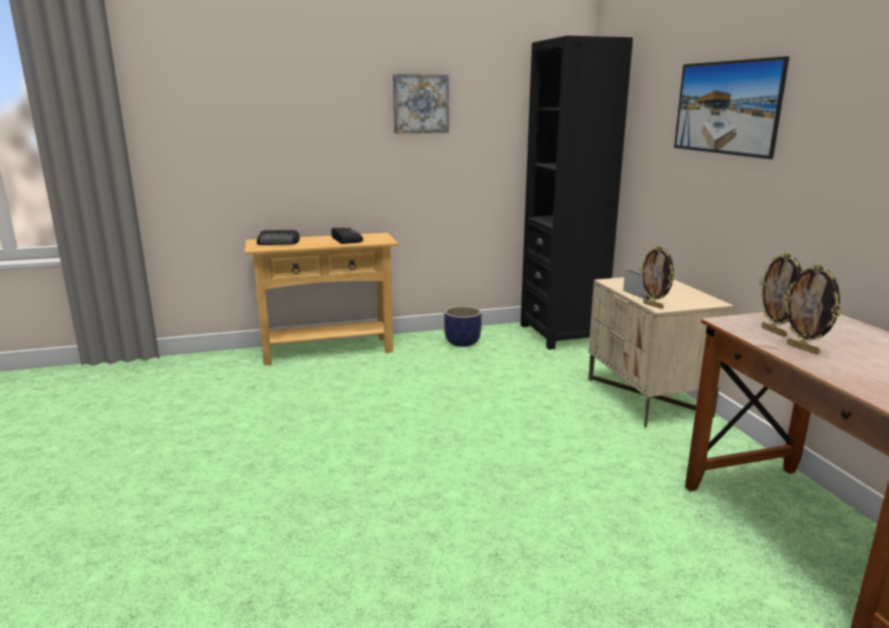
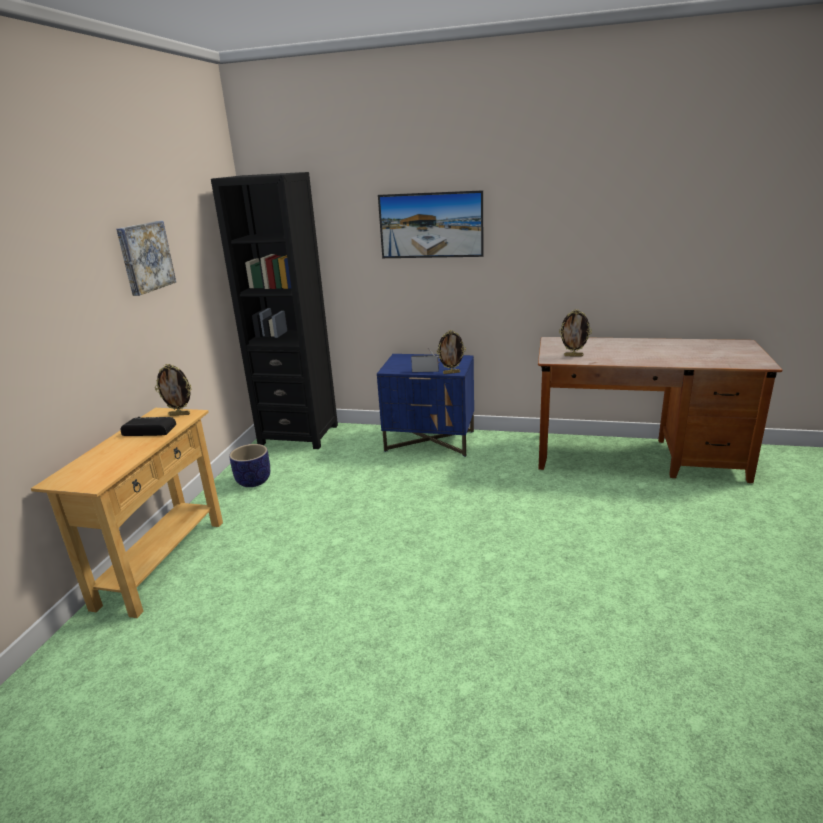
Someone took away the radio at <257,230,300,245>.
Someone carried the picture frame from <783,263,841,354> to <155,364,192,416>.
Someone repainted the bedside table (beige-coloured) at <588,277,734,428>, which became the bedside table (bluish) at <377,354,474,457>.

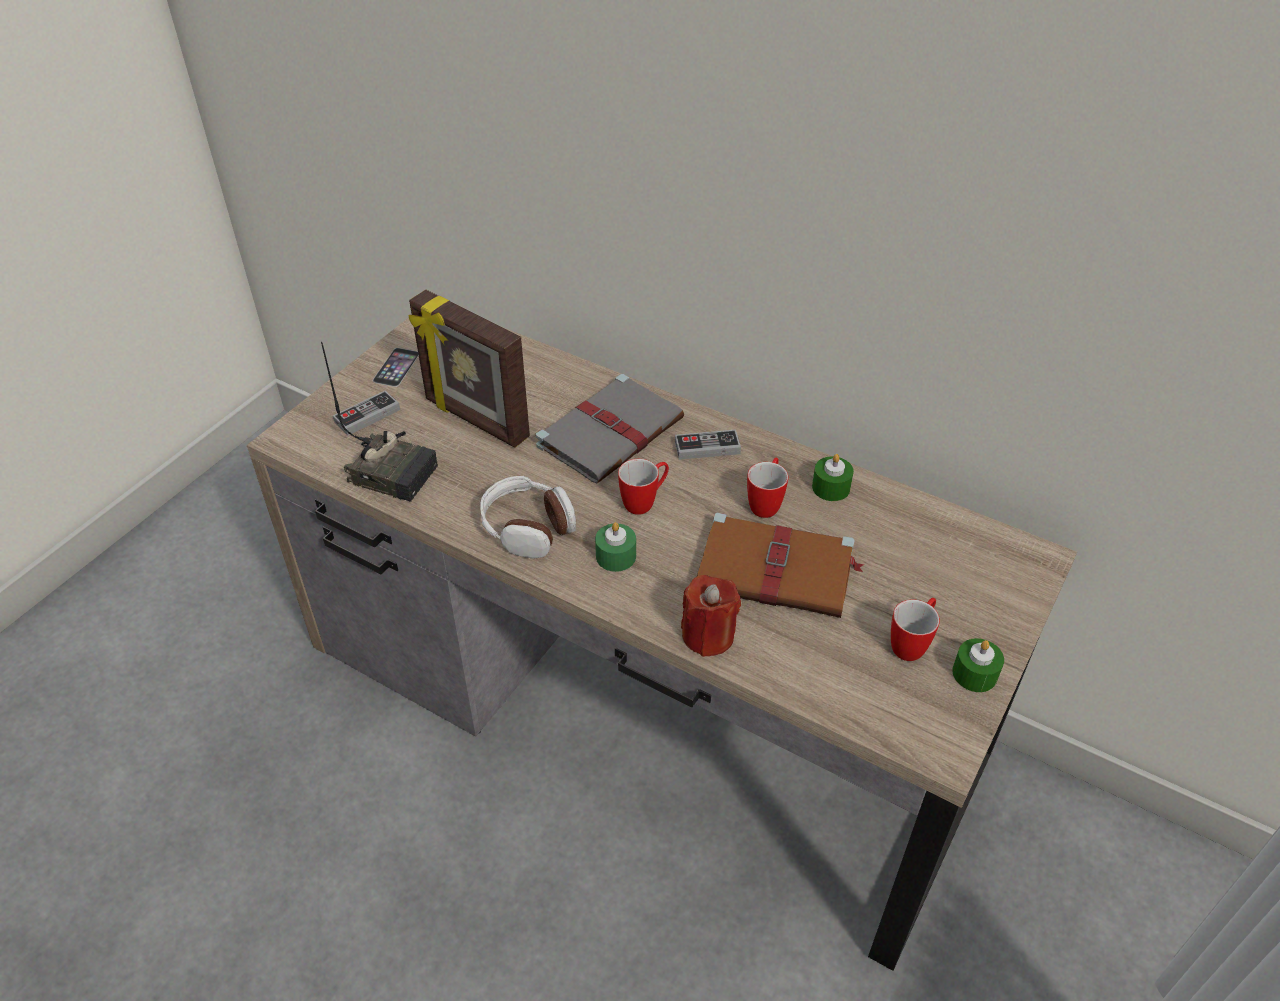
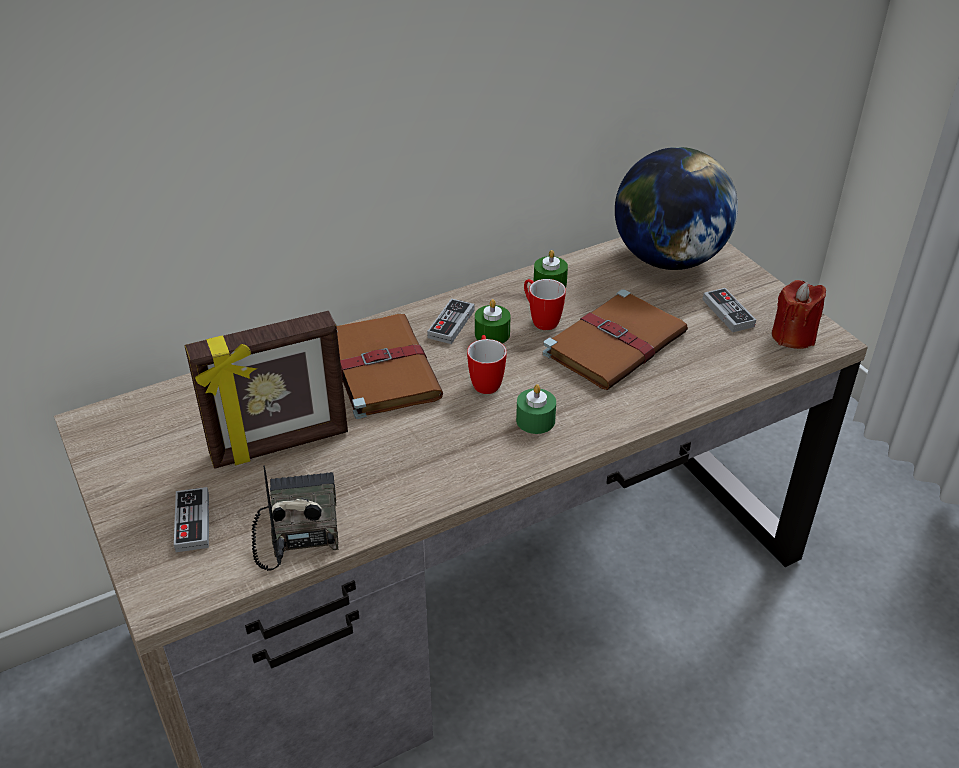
Someone took away the phone at <373,348,419,387>.
Someone took away the headphones at <480,476,576,559>.
Someone put down the desk globe at <615,147,738,270>.
Someone carried the wax light (reddish) from <681,575,741,657> to <772,280,826,349>.
Someone carried the wax light (green) from <952,638,1004,692> to <475,299,511,343>.
Someone swapped the mug at <891,598,940,661> for the game controller at <702,288,756,332>.
Someone repainted the volume (gray) at <536,374,684,483>, which became the volume (brown) at <337,314,443,419>.
Someone rotated the radio at <321,342,438,502> by 60 degrees counterclockwise.

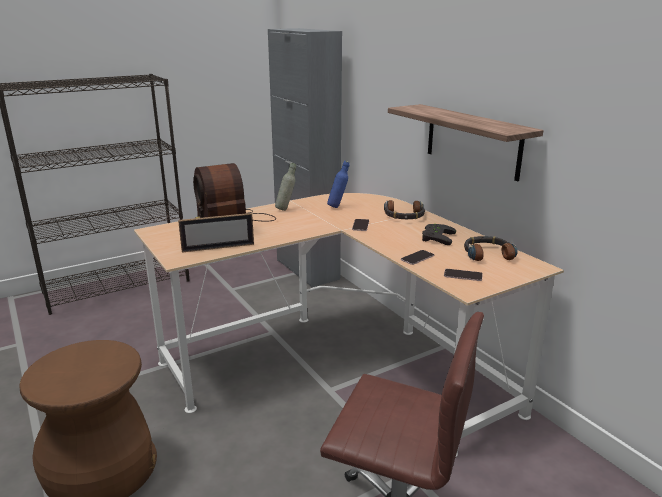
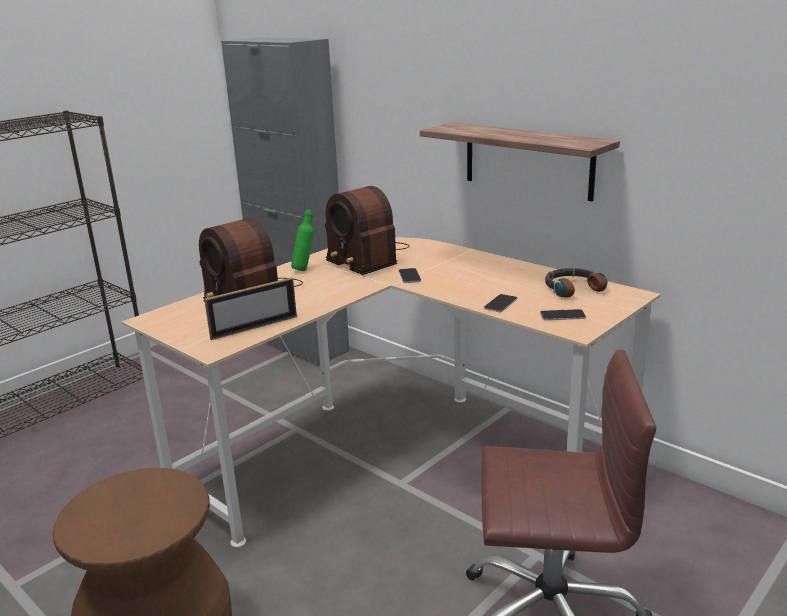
Someone took away the headphones at <384,200,425,219>.
Someone took away the game controller (black) at <422,224,456,245>.
Someone swapped the bottle (bluish) at <327,161,350,208> for the radio at <325,186,410,275>.
Someone repainted the bottle (gray) at <275,163,296,211>, which became the bottle (green) at <291,209,314,271>.

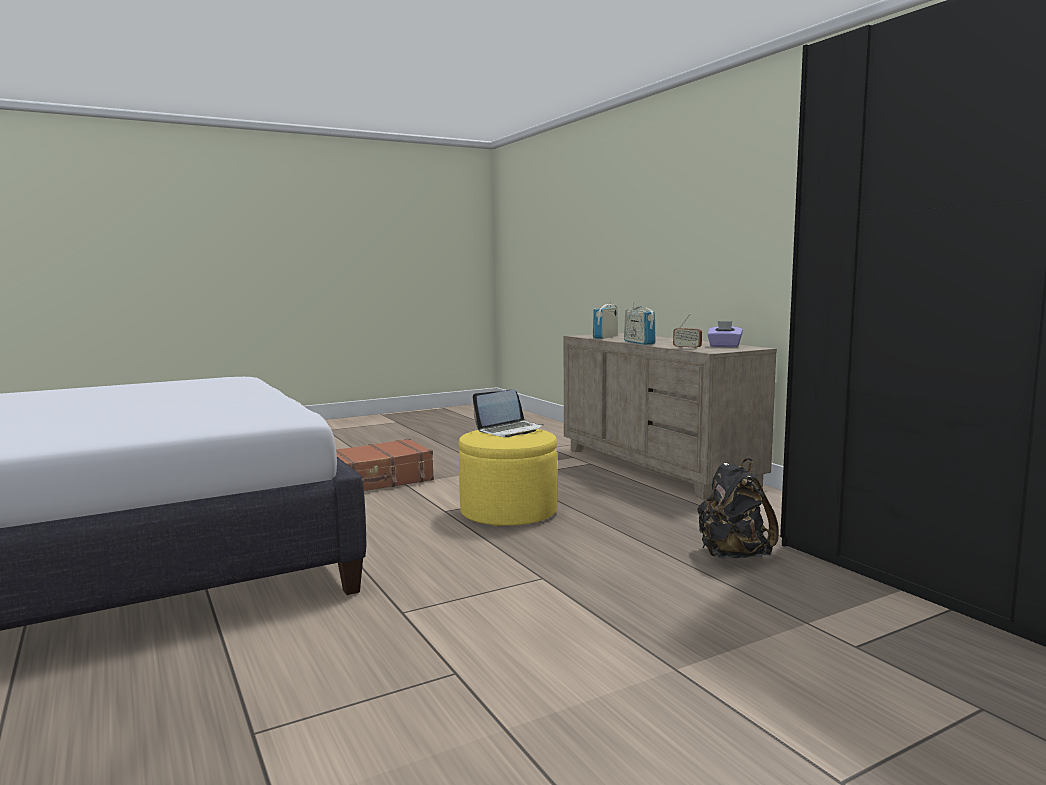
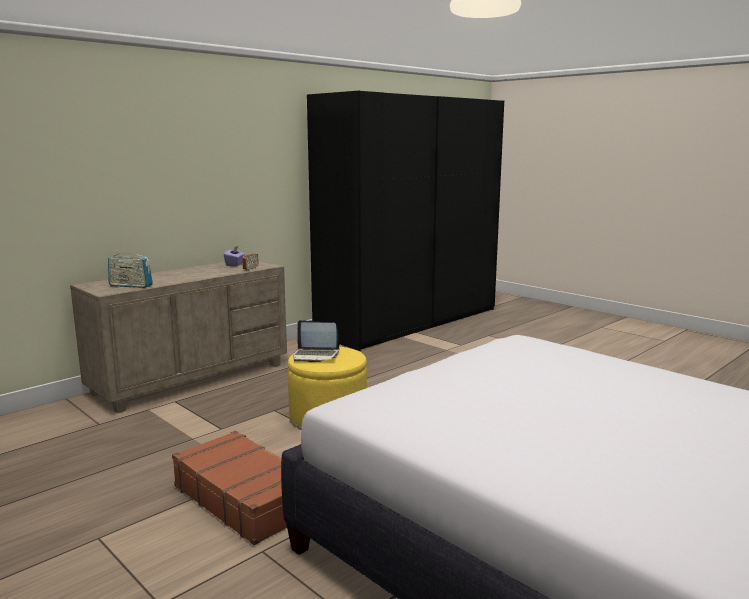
Someone took away the radio at <624,302,656,345>.
Someone took away the rucksack (black) at <698,458,779,559>.
Someone rotated the portable computer at <473,390,544,437> by 150 degrees clockwise.

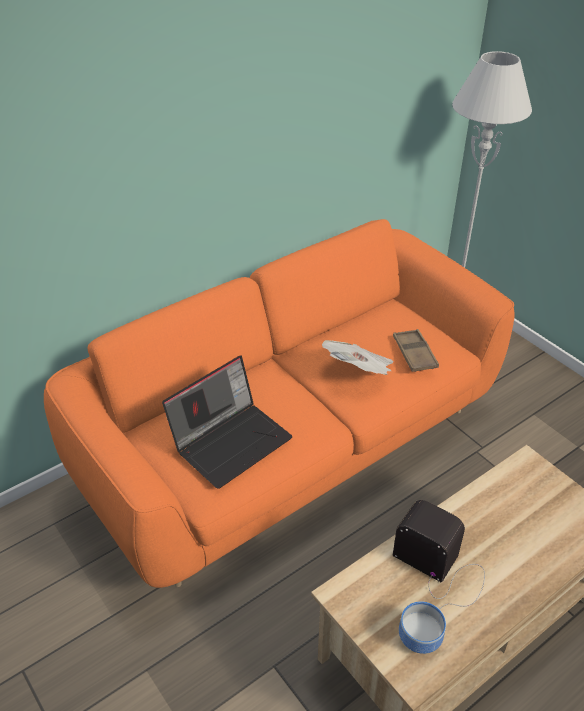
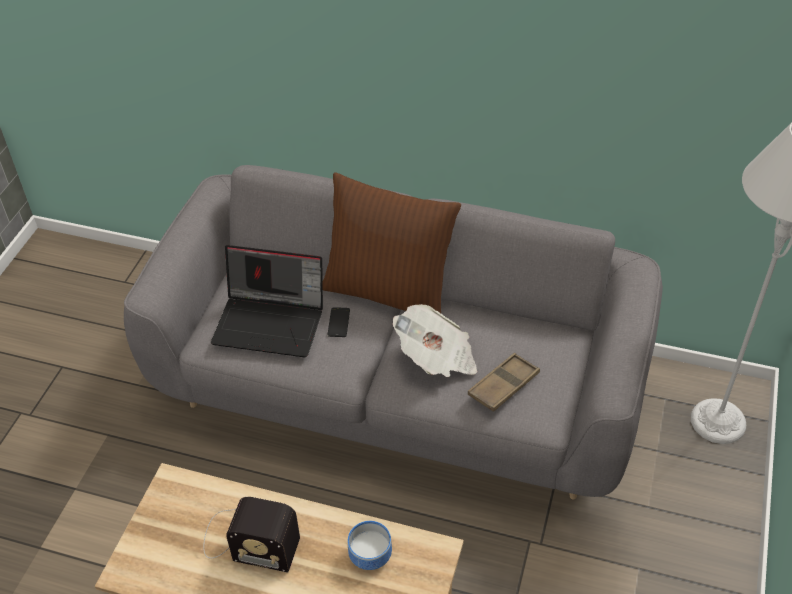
Someone put down the throw pillow (brown) at <323,172,461,313>.
Someone put down the phone at <327,307,350,337>.
Someone carried the deep dish from <399,601,446,654> to <348,521,392,570>.
Someone repainted the sofa (orangey) at <44,219,514,588>, which became the sofa (gray) at <124,165,663,499>.
Someone rotated the radio at <393,500,485,610> by 105 degrees clockwise.

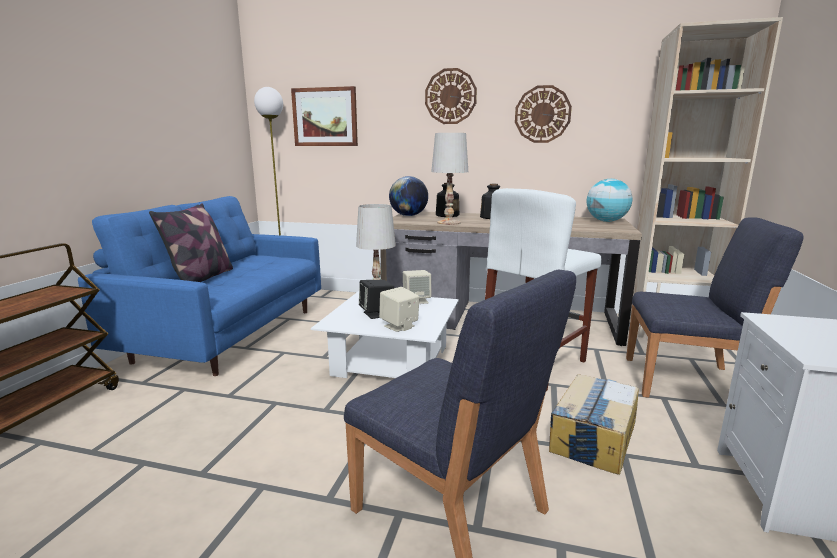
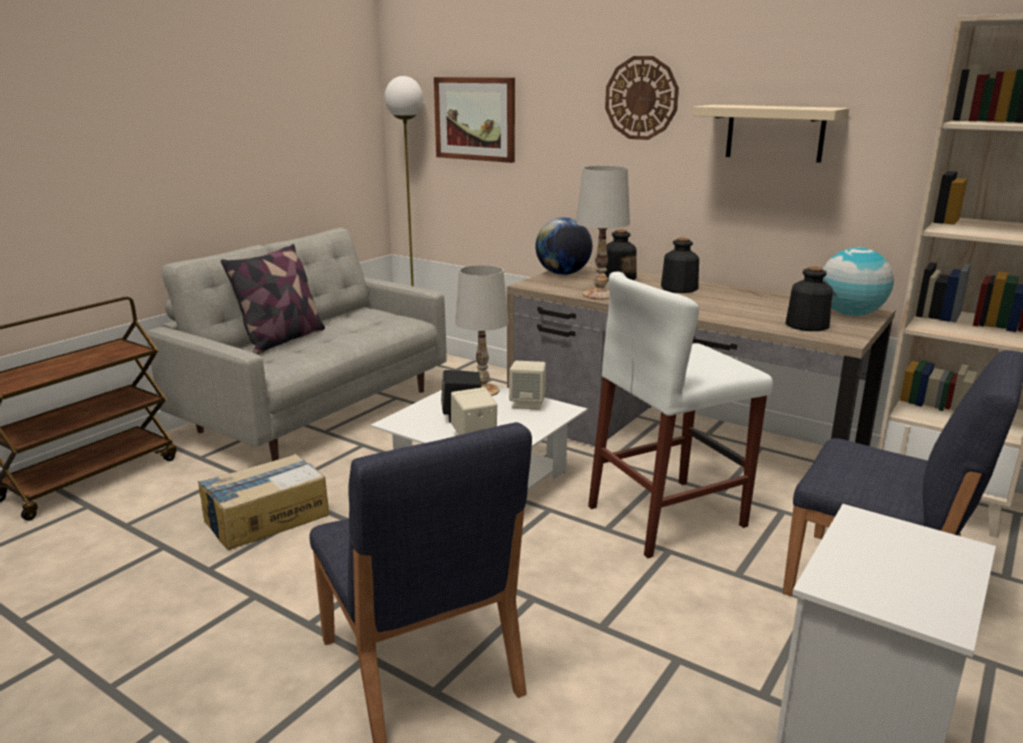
Someone put down the bottle at <786,266,833,331>.
Someone carried the packing box from <549,374,639,475> to <197,454,329,550>.
Someone swapped the clock on the wall at <515,85,572,143> for the bracket shelf (beige-coloured) at <693,105,849,163>.
Someone repainted the sofa (bluish) at <78,196,321,376>, which became the sofa (gray) at <146,228,447,461>.

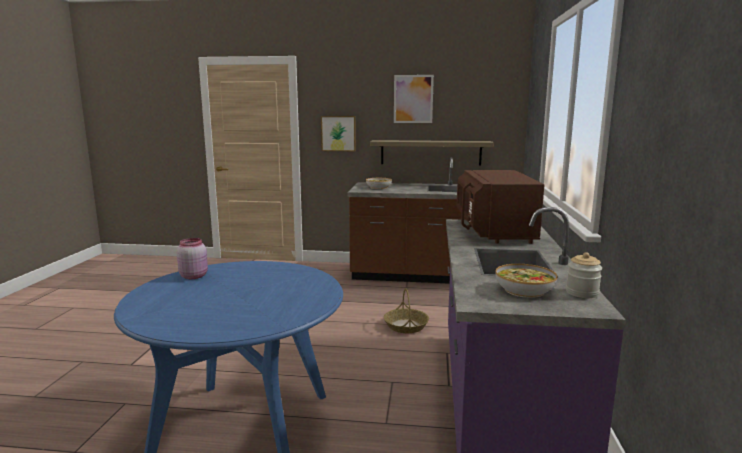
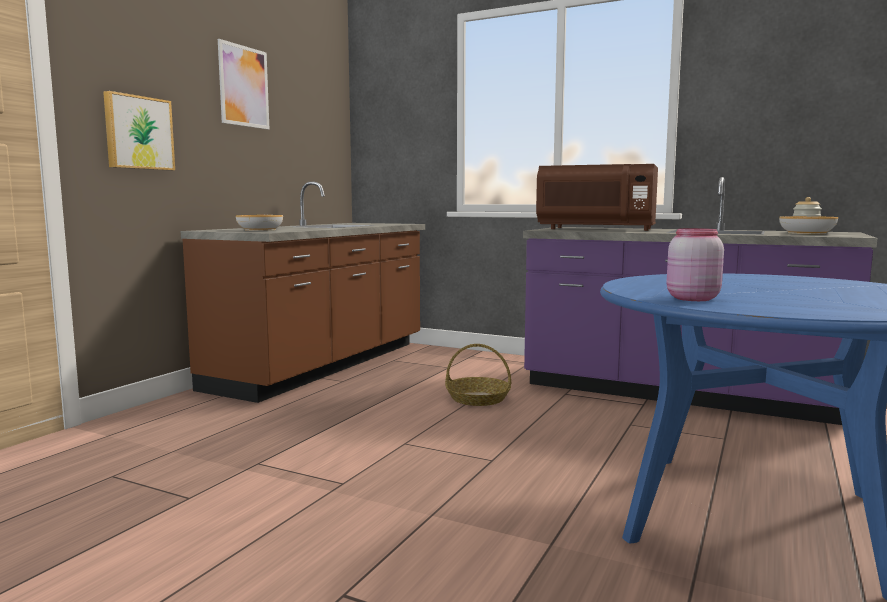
Someone took away the bracket shelf at <370,140,494,166>.

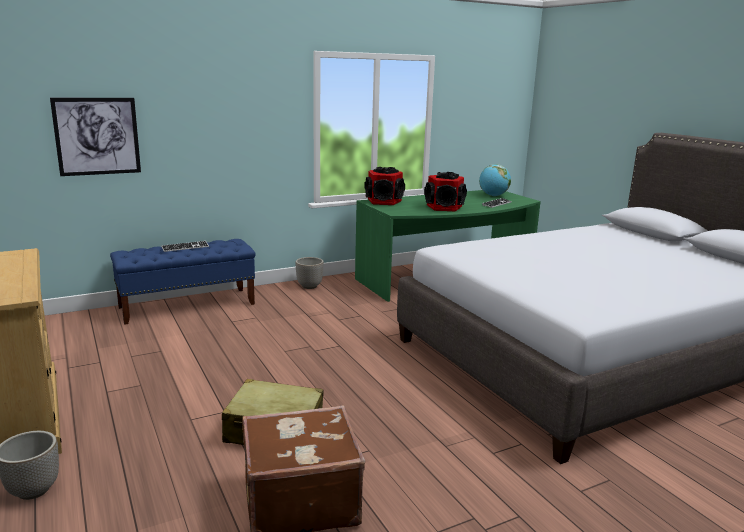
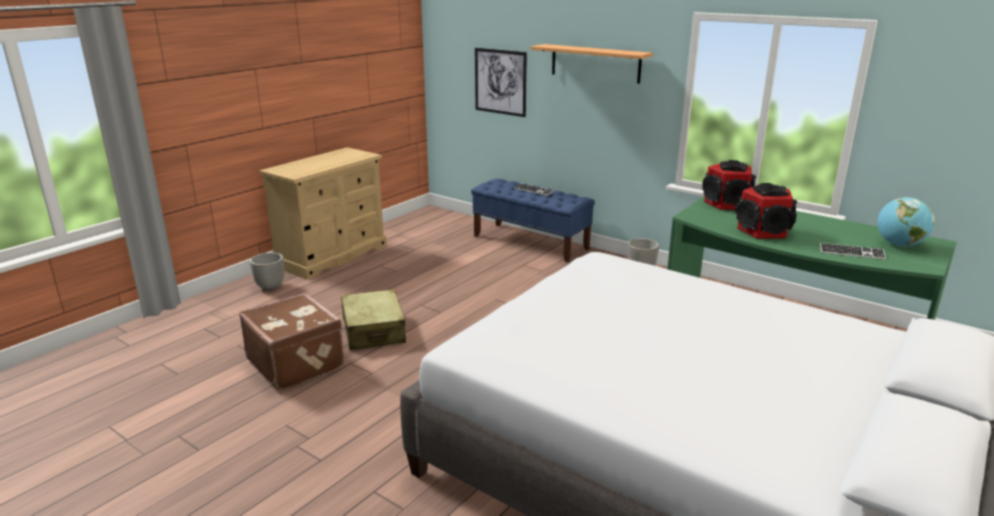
Someone put up the bracket shelf at <530,44,653,84>.

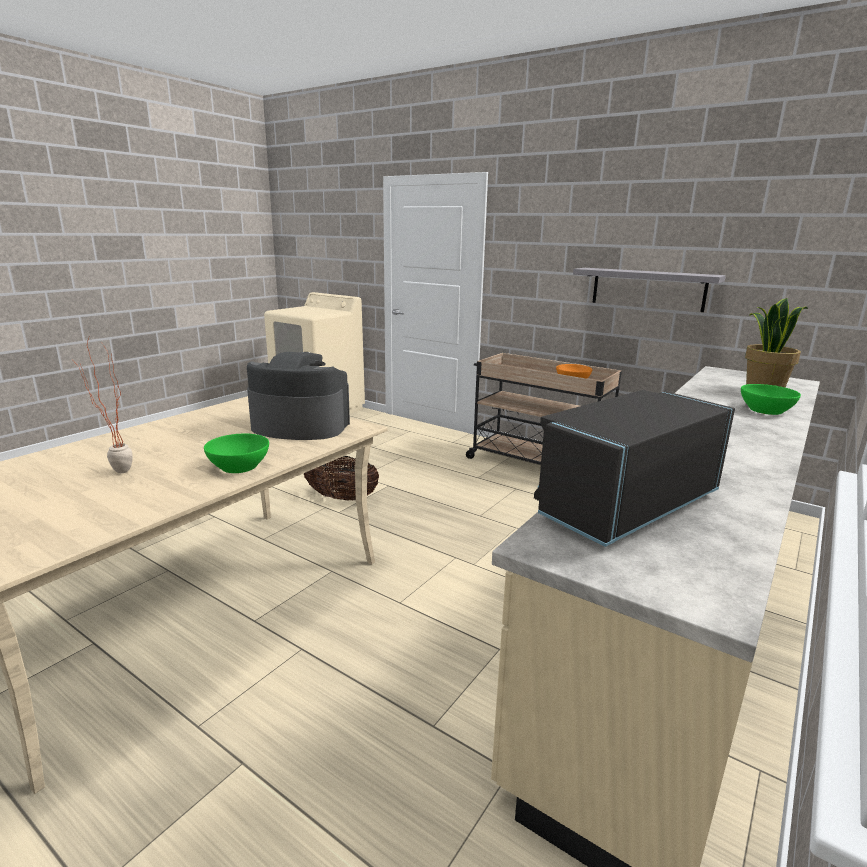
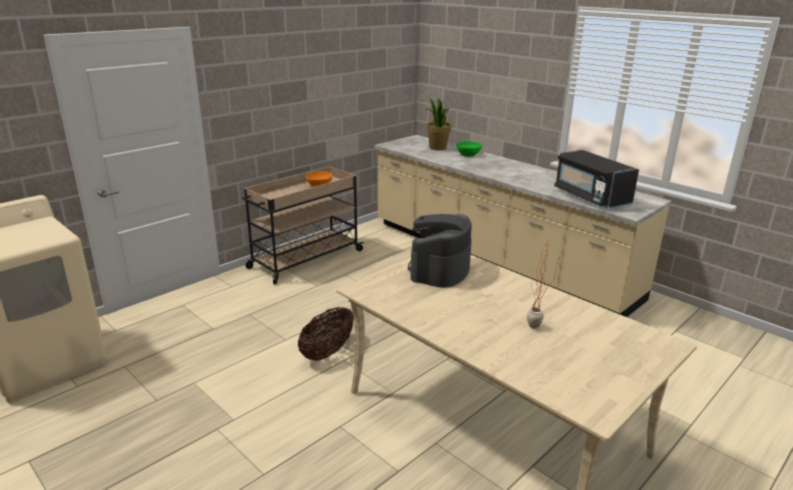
Someone took away the deep dish (green) at <204,434,269,473>.
Someone took away the bracket shelf (gray) at <573,268,726,312>.

